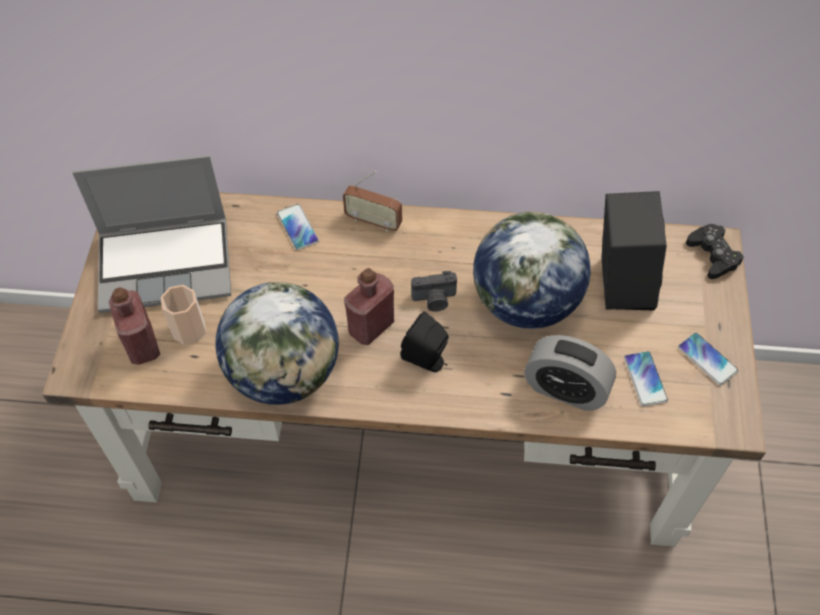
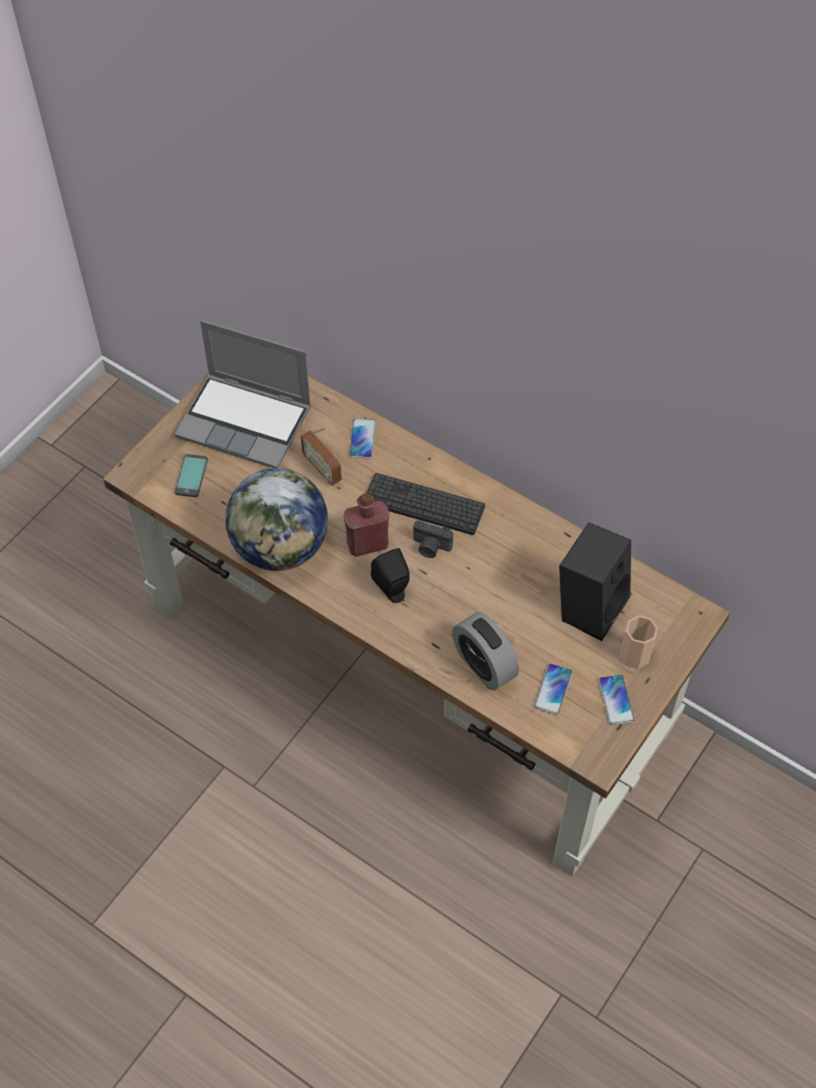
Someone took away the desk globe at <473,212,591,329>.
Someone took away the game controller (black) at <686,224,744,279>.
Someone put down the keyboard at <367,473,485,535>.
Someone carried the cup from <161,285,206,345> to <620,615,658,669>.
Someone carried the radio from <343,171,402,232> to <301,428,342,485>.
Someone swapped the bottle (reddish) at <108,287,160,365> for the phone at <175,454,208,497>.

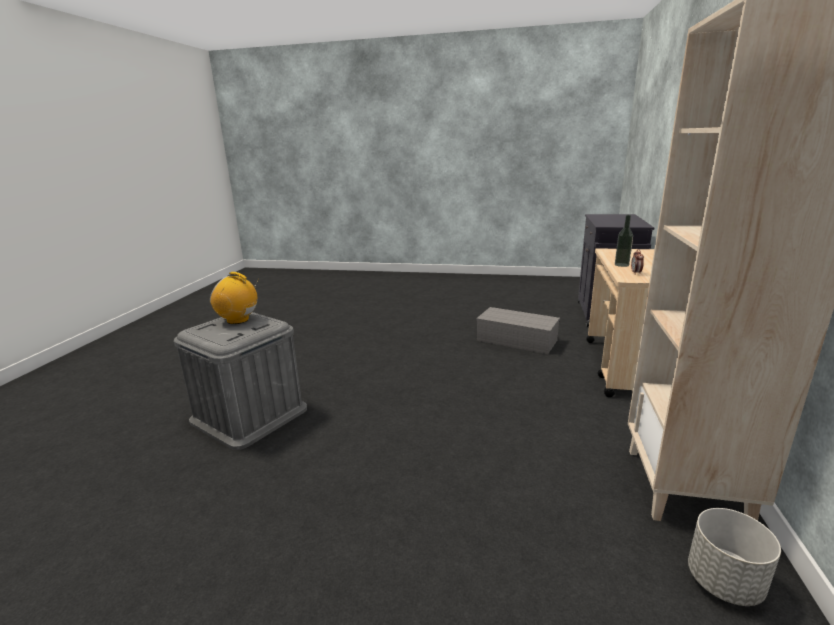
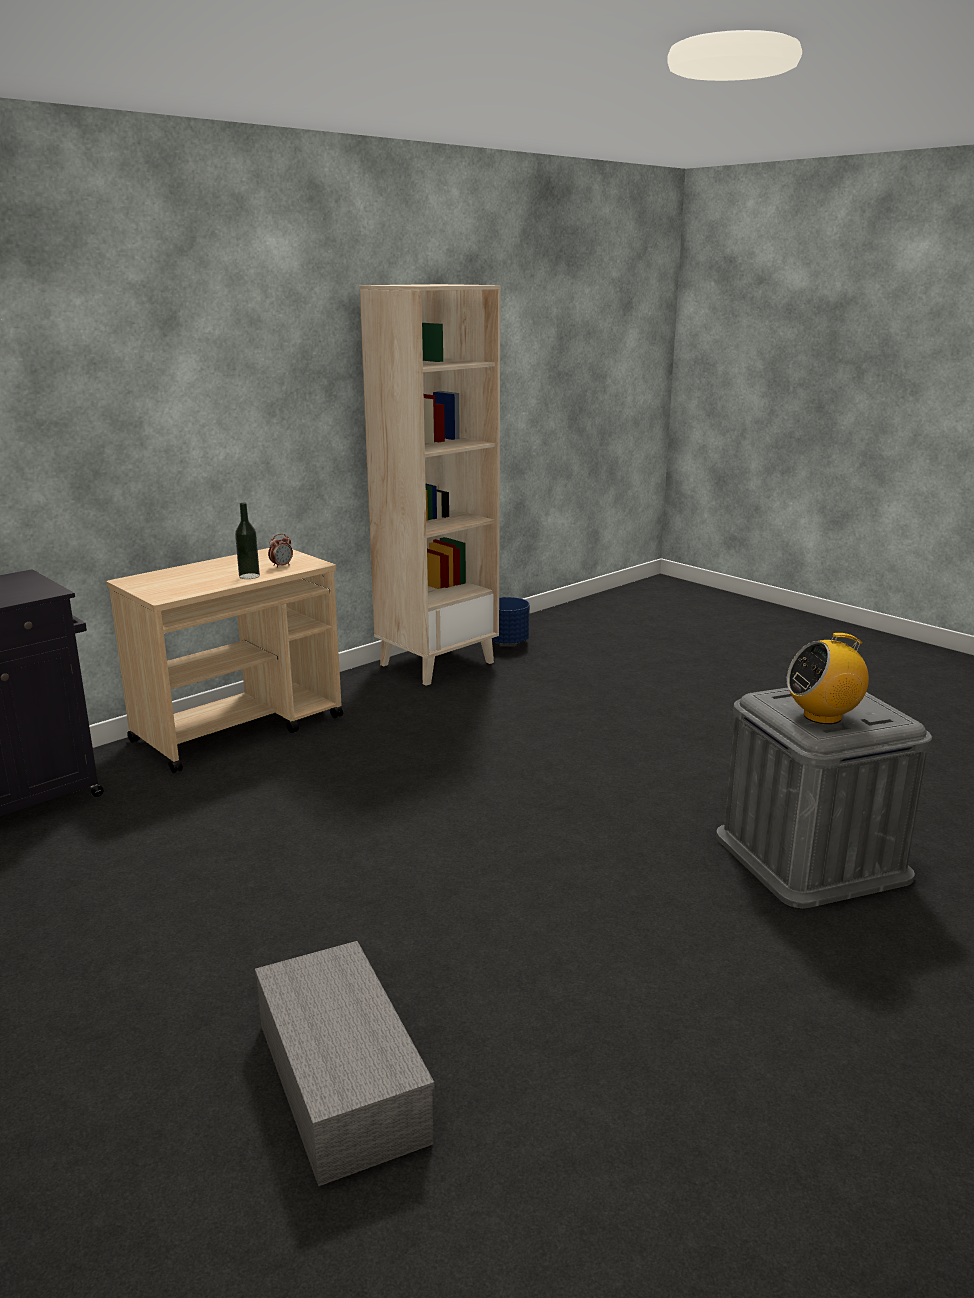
Someone carried the storage box (gray) from <476,307,560,354> to <255,941,434,1187>.
Someone repainted the plant pot (gray) at <688,508,781,606>, which became the plant pot (bluish) at <492,597,530,646>.
Someone rotated the radio at <210,272,259,324> by 120 degrees clockwise.

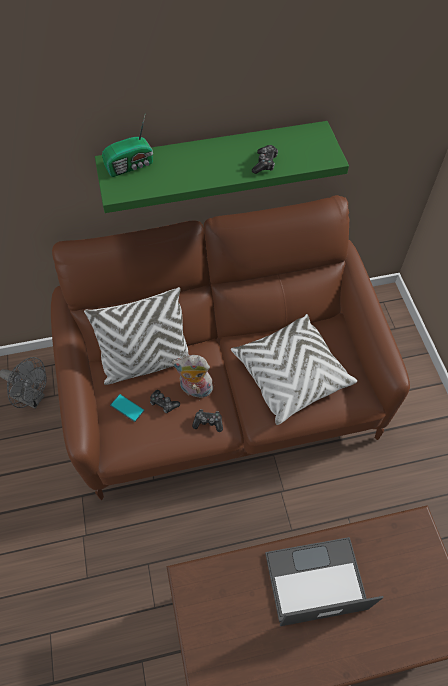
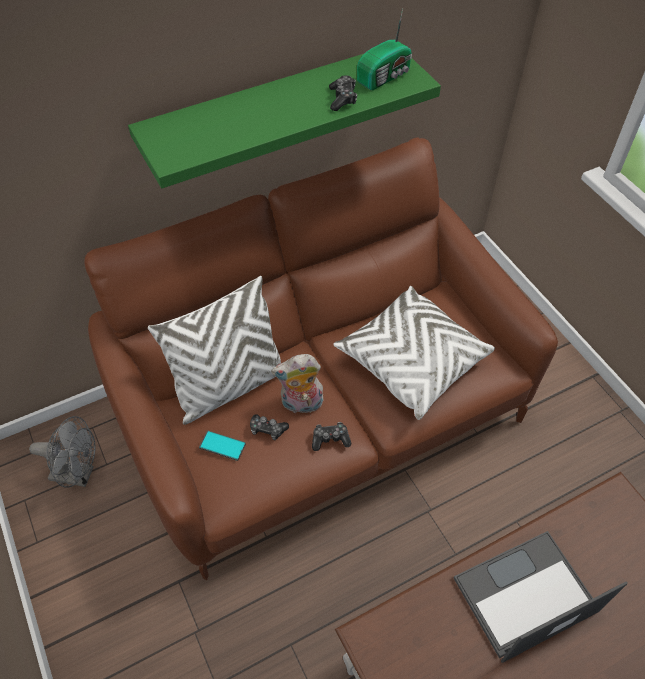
Someone carried the radio from <102,115,153,177> to <357,9,412,90>.

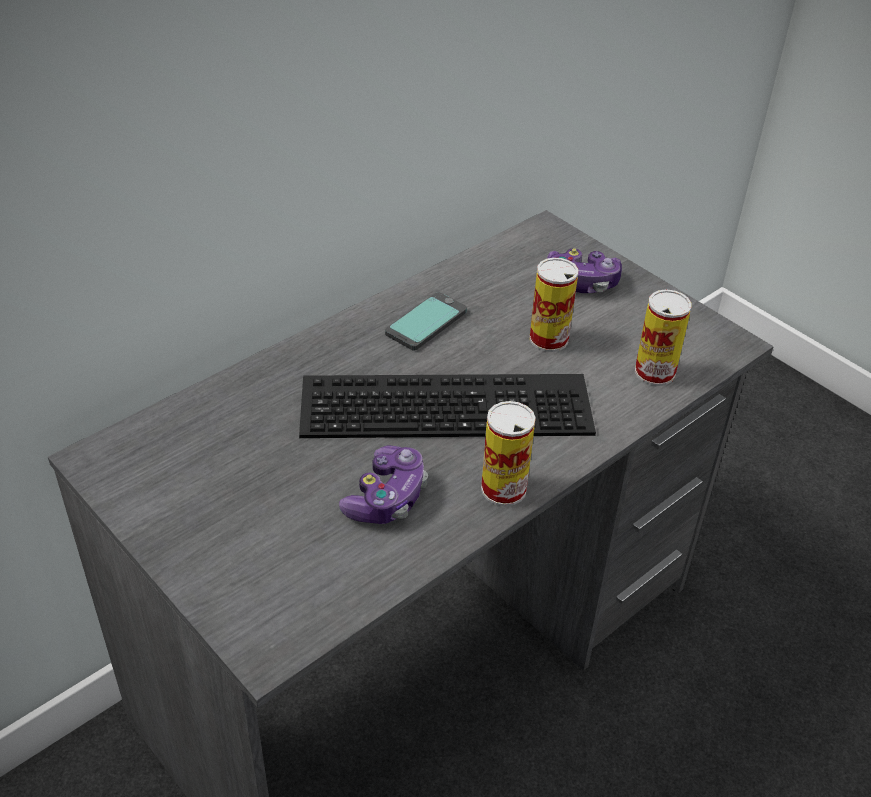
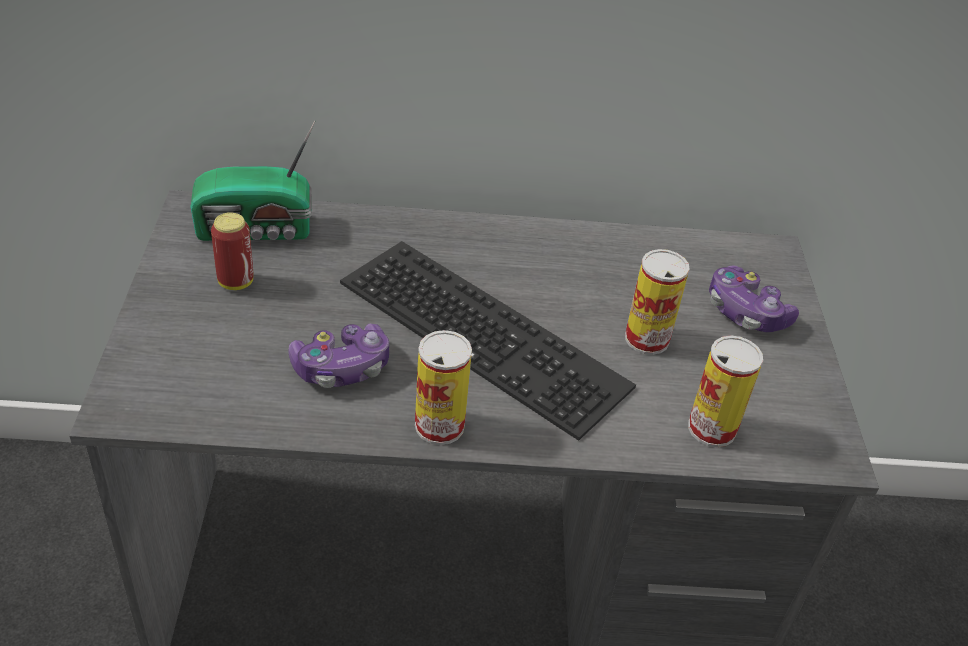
Someone took away the phone at <385,292,467,351>.
Someone put down the radio at <191,121,315,241>.
Someone put down the metal can at <211,212,254,290>.

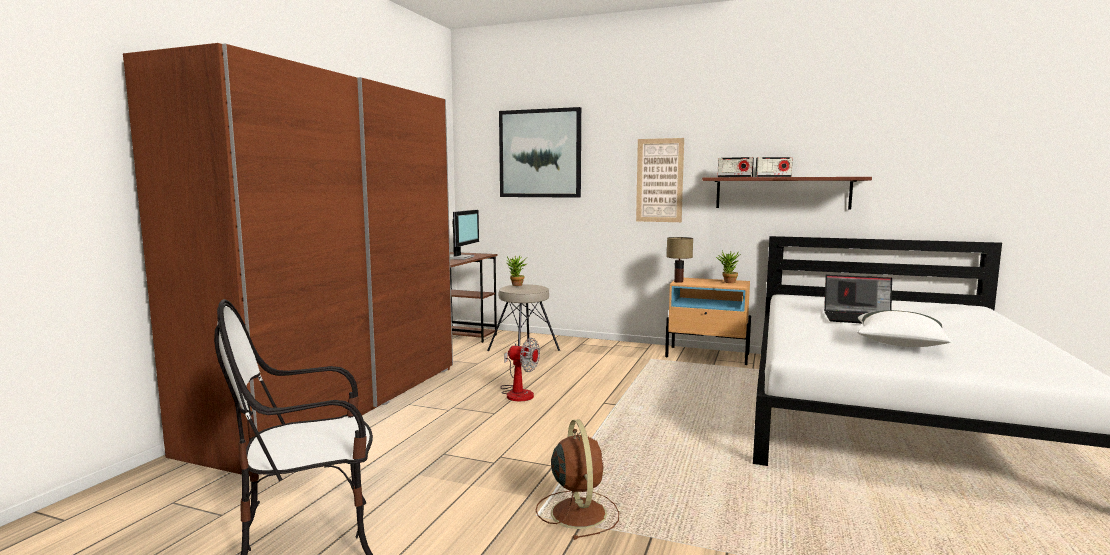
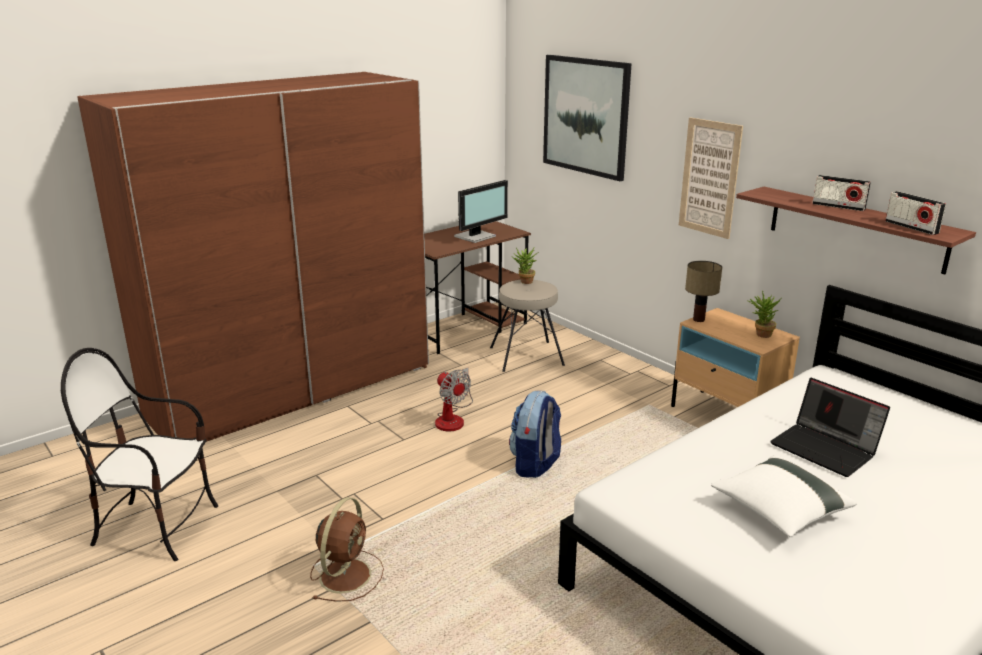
Someone put down the rucksack at <509,391,561,478>.
Someone carried the radio from <717,157,754,177> to <885,191,946,235>.

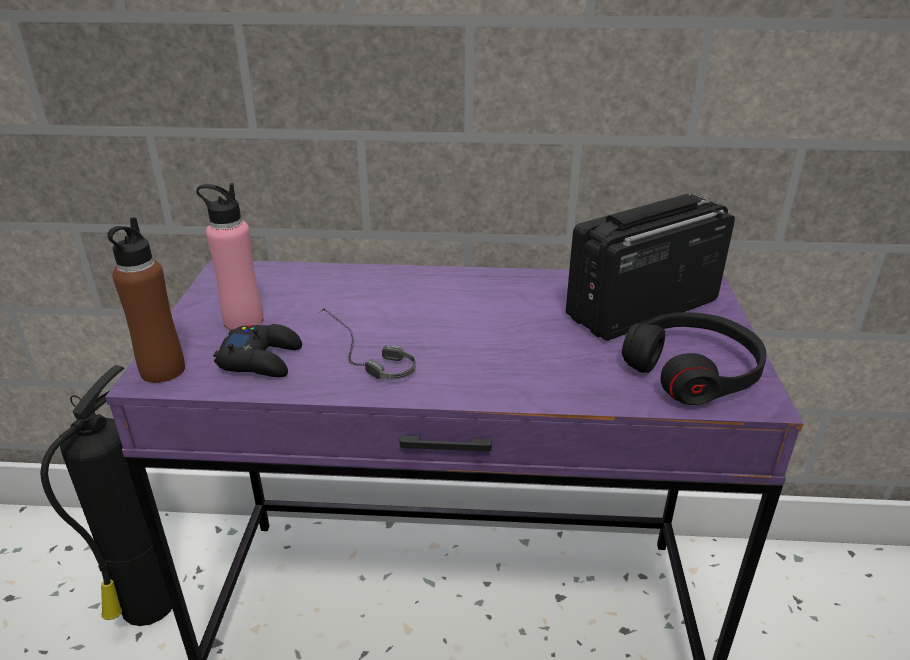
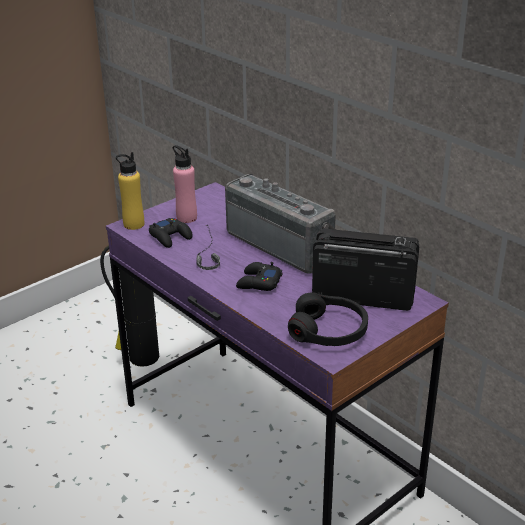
Someone put down the radio at <225,174,336,274>.
Someone put down the game controller (black) at <236,262,282,291>.
Someone repainted the bottle (brown) at <107,217,185,383>, which became the bottle (yellow-coloured) at <116,152,144,230>.

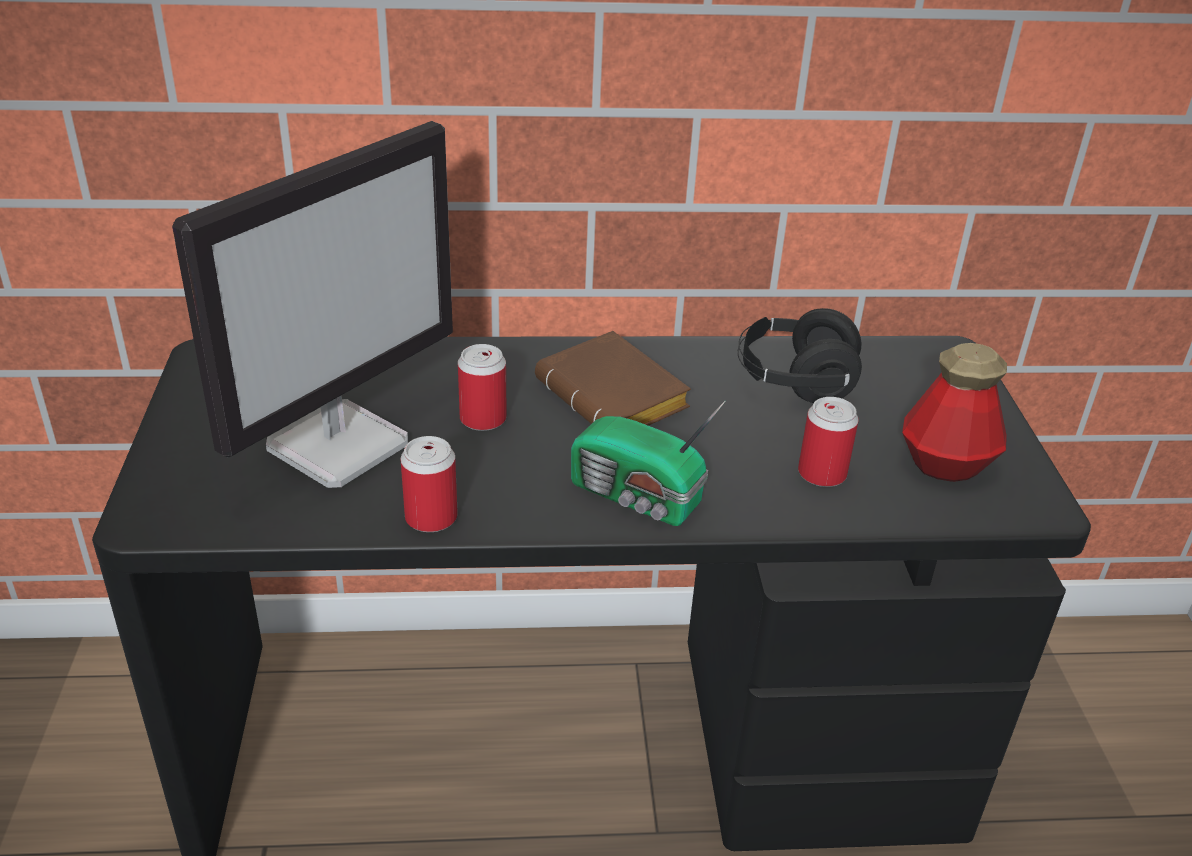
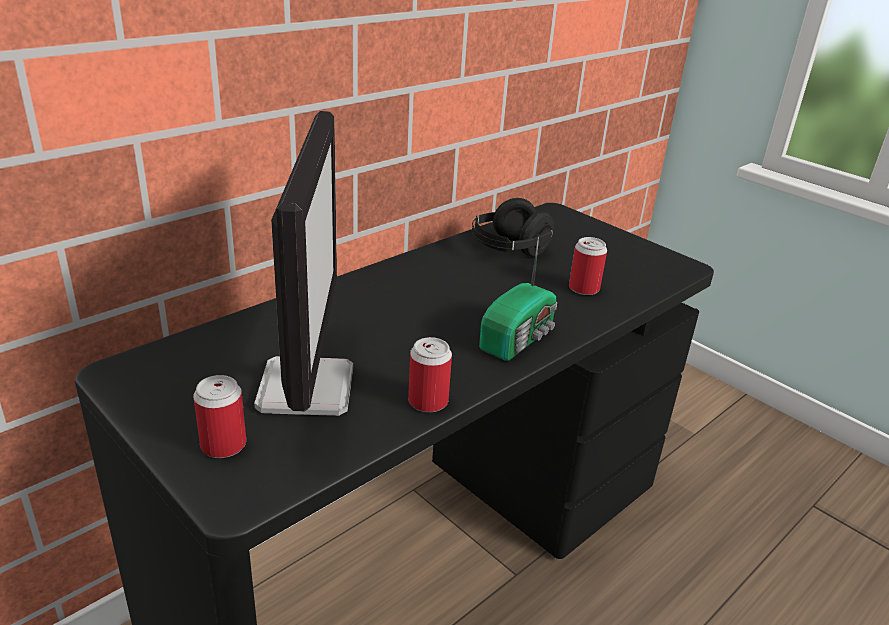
Someone took away the volume (brown) at <535,331,691,426>.
Someone took away the bottle at <902,343,1007,482>.
Someone carried the metal can from <458,344,507,431> to <193,375,246,458>.
Someone rotated the radio at <571,401,726,526> by 45 degrees counterclockwise.

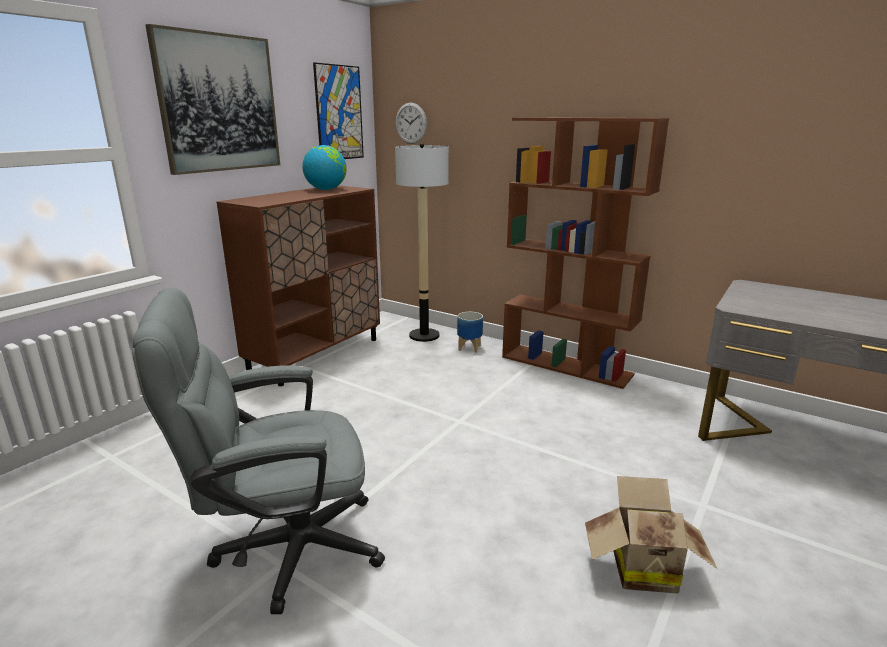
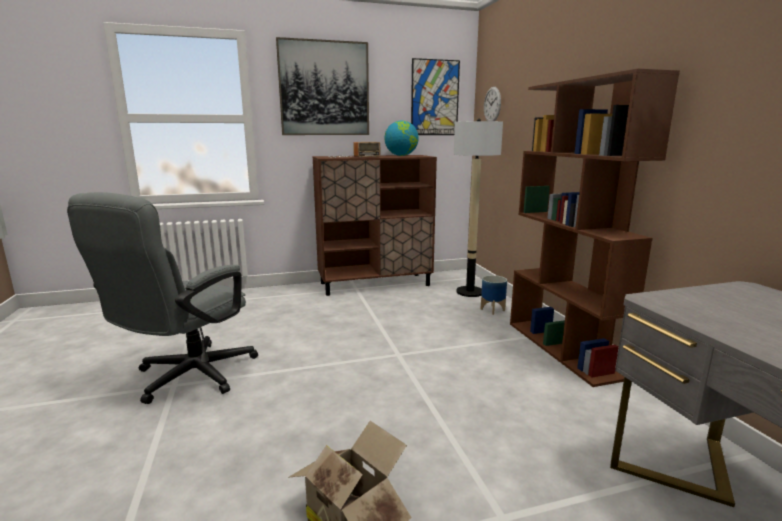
Someone put down the radio at <329,142,380,158>.
Someone rotated the desk chair (gray) at <132,288,385,614> by 90 degrees counterclockwise.

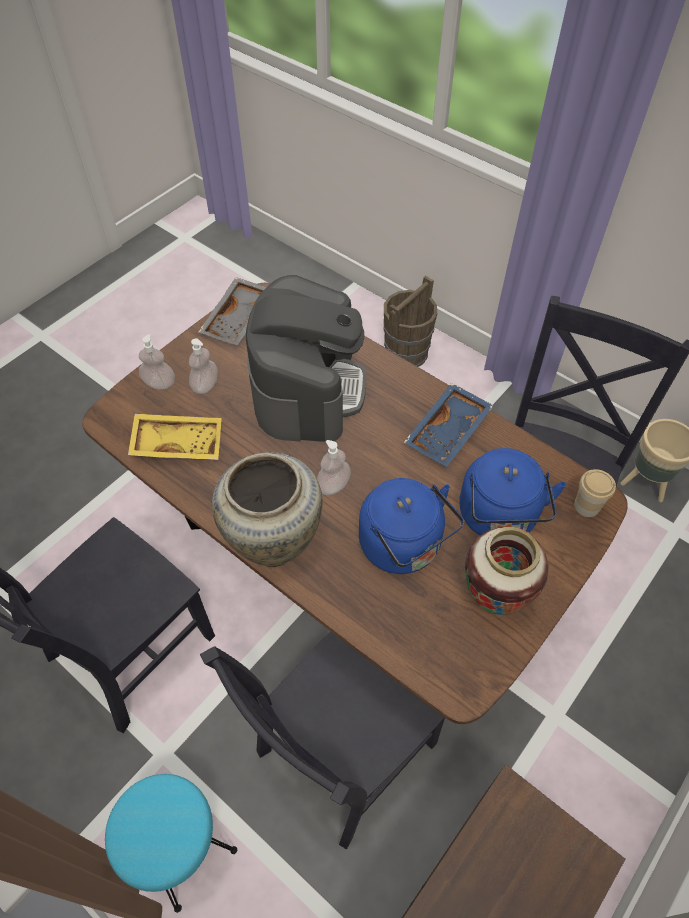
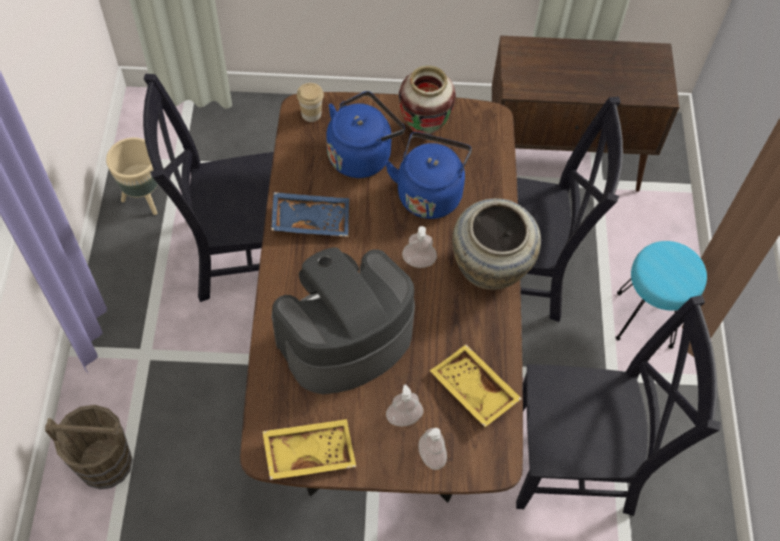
Someone repainted the serving tray (gray) at <199,277,266,346>, which became the serving tray (yellow-coloured) at <262,419,356,480>.

